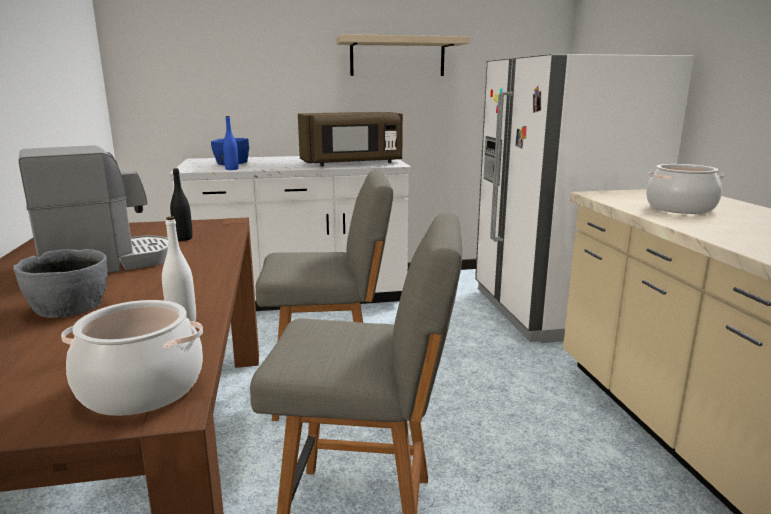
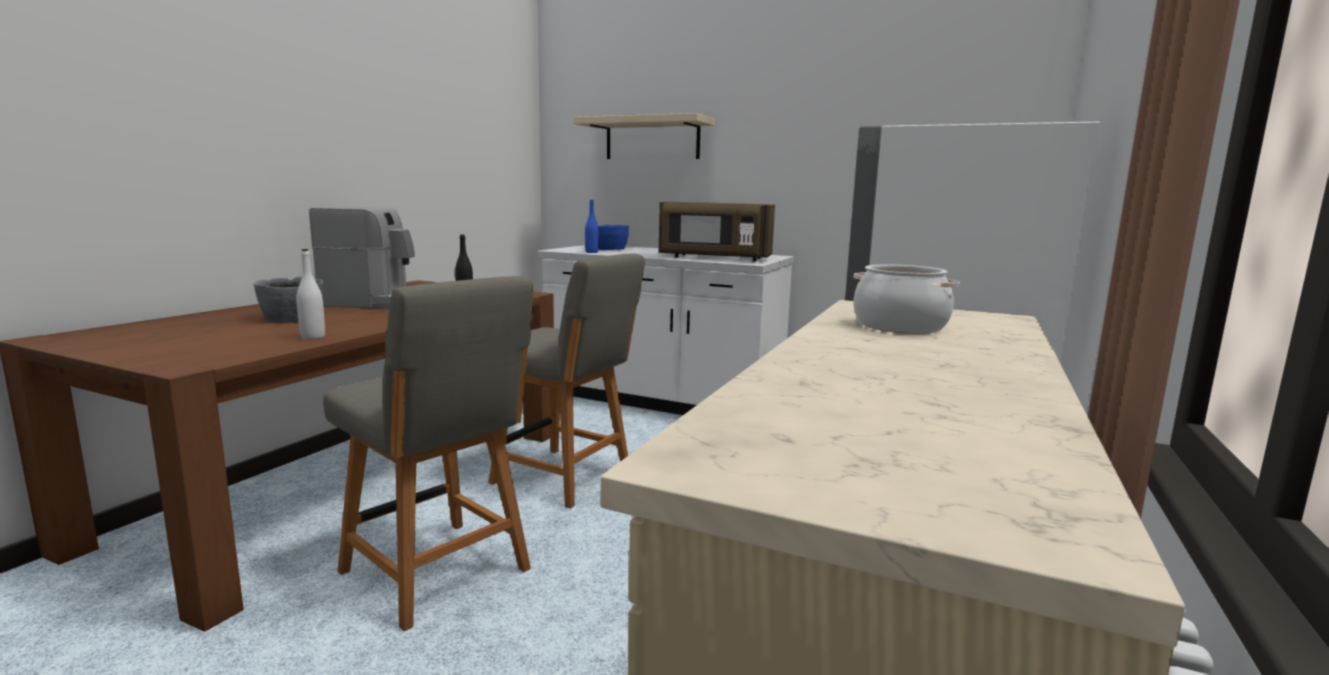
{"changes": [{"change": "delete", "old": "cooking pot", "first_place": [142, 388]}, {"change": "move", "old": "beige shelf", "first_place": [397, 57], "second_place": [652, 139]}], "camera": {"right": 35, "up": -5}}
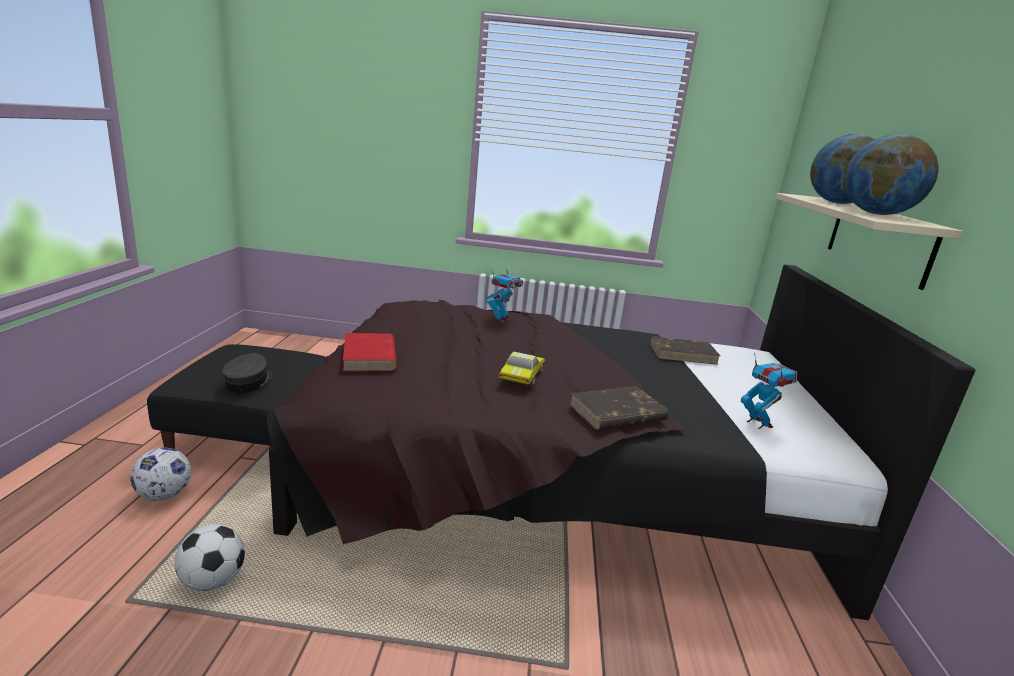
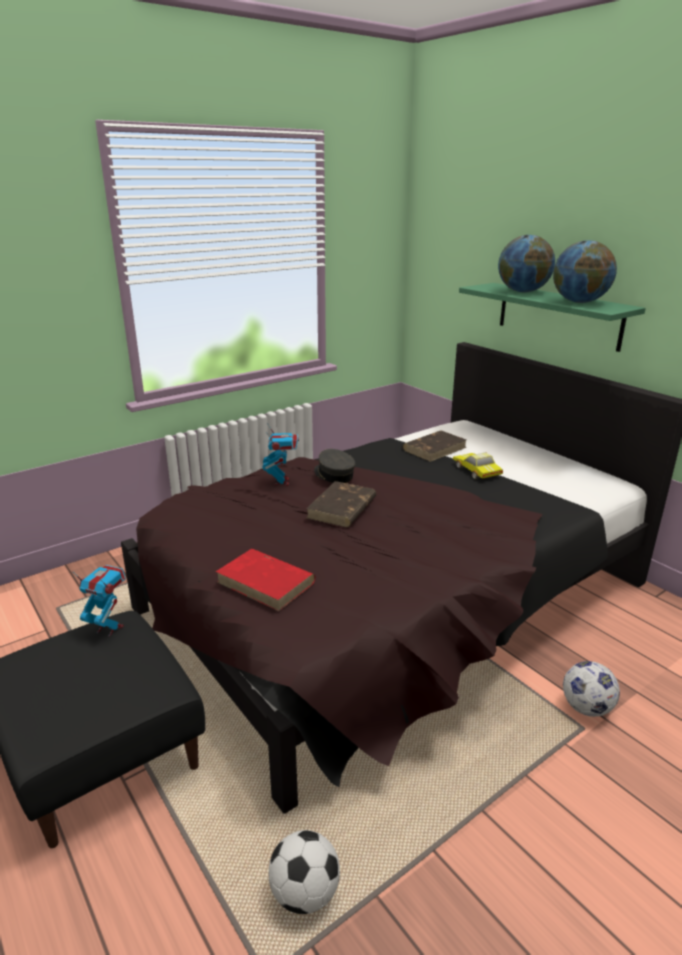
{"changes": [{"change": "move", "old": "football", "first_place": [164, 495], "second_place": [586, 708]}, {"change": "move", "old": "grey cap", "first_place": [249, 382], "second_place": [333, 475]}, {"change": "move", "old": "toy car", "first_place": [520, 375], "second_place": [476, 471]}, {"change": "move", "old": "brown book", "first_place": [616, 413], "second_place": [342, 508]}, {"change": "move", "old": "toy robot", "first_place": [758, 423], "second_place": [109, 628]}, {"change": "recolor", "old": "beige shelf", "new": "green shelf", "first_place": [878, 239], "second_place": [558, 315]}], "camera": {"right": -40, "up": 5}}
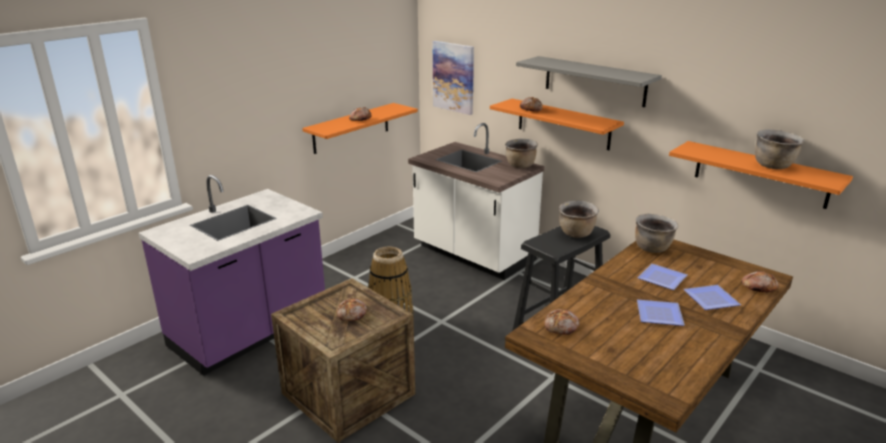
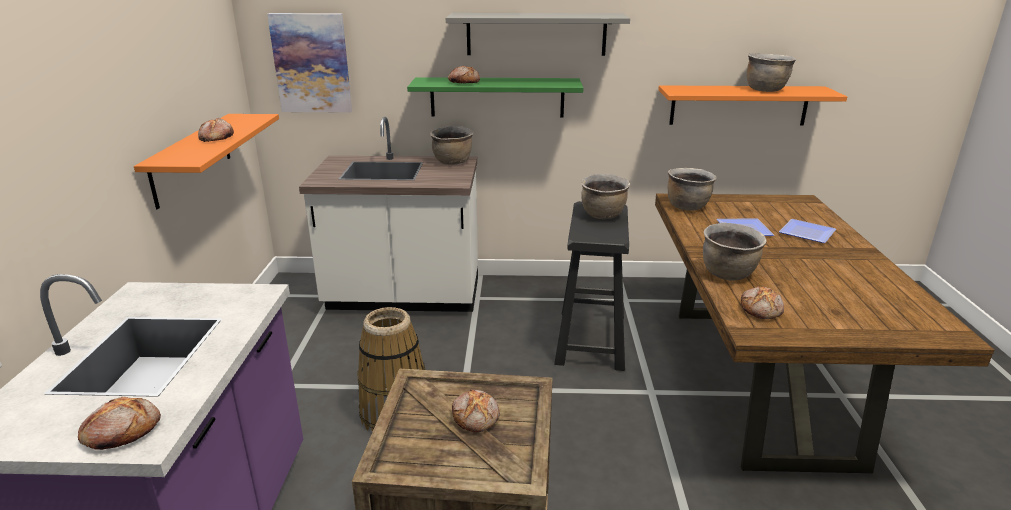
{"changes": [{"change": "recolor", "old": "orange shelf", "new": "green shelf", "first_place": [563, 124], "second_place": [497, 97]}, {"change": "delete", "old": "plate", "first_place": [660, 314]}, {"change": "move", "old": "bread", "first_place": [758, 287], "second_place": [121, 432]}, {"change": "insert", "new": "brown cooking pot", "second_place": [728, 274]}], "camera": {"right": -40, "up": 0}}
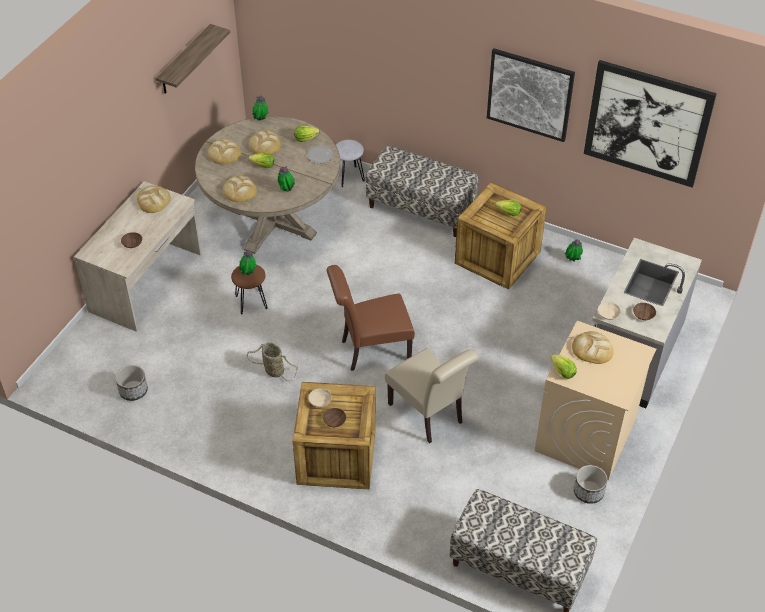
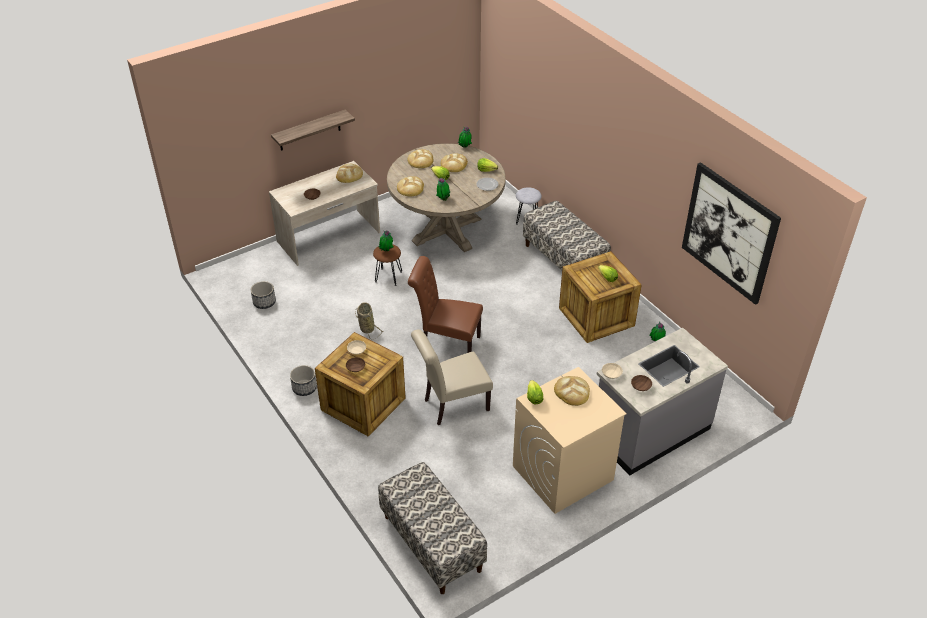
{"changes": [{"change": "move", "old": "shelf", "first_place": [185, 60], "second_place": [309, 130]}, {"change": "rotate", "old": "beige chair", "first_place": [429, 415], "second_place": [452, 405], "degrees": 75}, {"change": "delete", "old": "picture", "first_place": [530, 94]}, {"change": "move", "old": "planter", "first_place": [588, 492], "second_place": [304, 388]}], "camera": {"right": 30, "up": -5}}
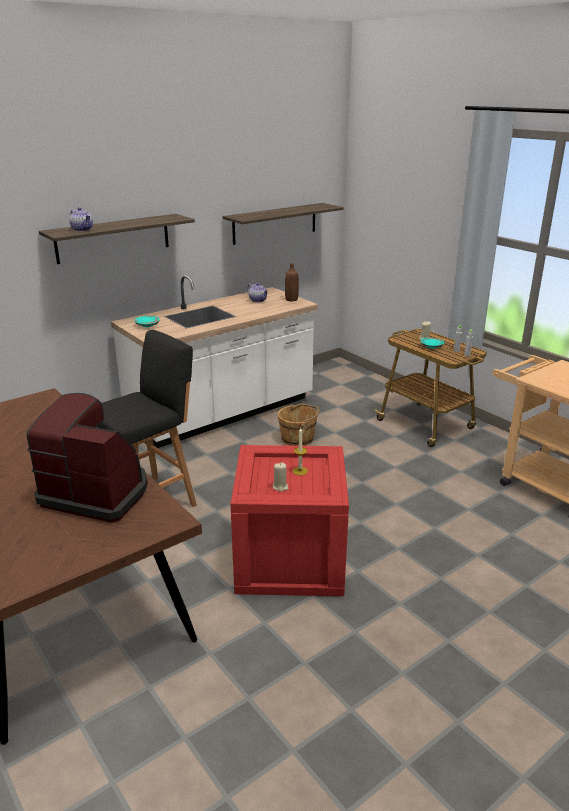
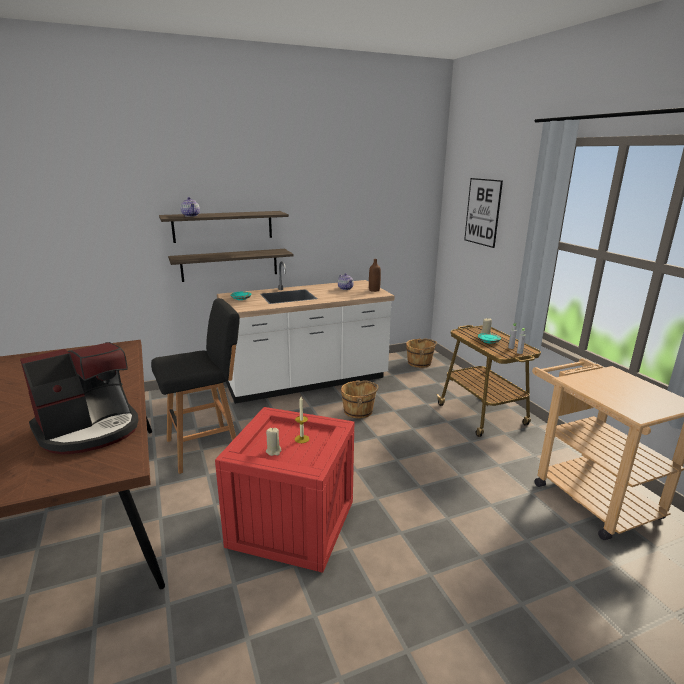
{"changes": [{"change": "rotate", "old": "coffee machine", "first_place": [97, 492], "second_place": [89, 429], "degrees": 105}, {"change": "move", "old": "shelf", "first_place": [275, 223], "second_place": [230, 265]}, {"change": "insert", "new": "brown bucket", "second_place": [420, 363]}, {"change": "insert", "new": "picture", "second_place": [482, 212]}], "camera": {"right": 15, "up": -5}}
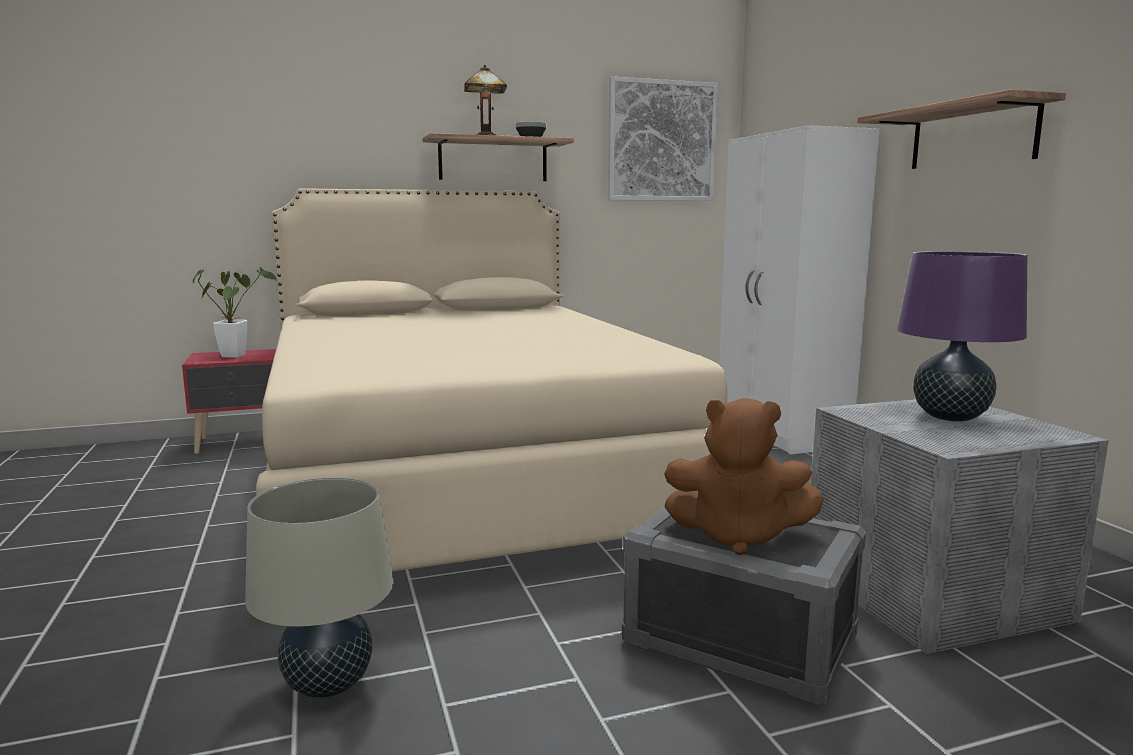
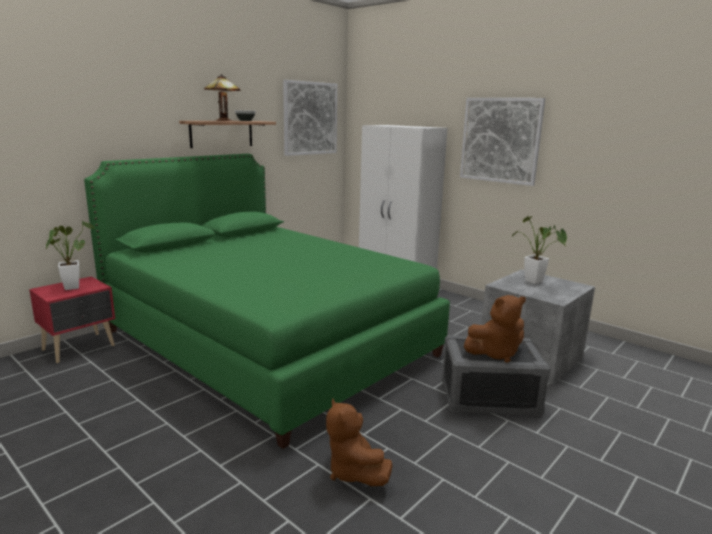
{"changes": [{"change": "replace", "old": "beige table lamp", "new": "brown plush toy", "first_place": [328, 684], "second_place": [353, 472]}, {"change": "recolor", "old": "beige bed", "new": "green bed", "first_place": [464, 477], "second_place": [268, 343]}, {"change": "replace", "old": "shelf", "new": "picture", "first_place": [972, 136], "second_place": [500, 140]}, {"change": "replace", "old": "purple table lamp", "new": "potted plant", "first_place": [950, 417], "second_place": [536, 282]}], "camera": {"right": -30, "up": 5}}
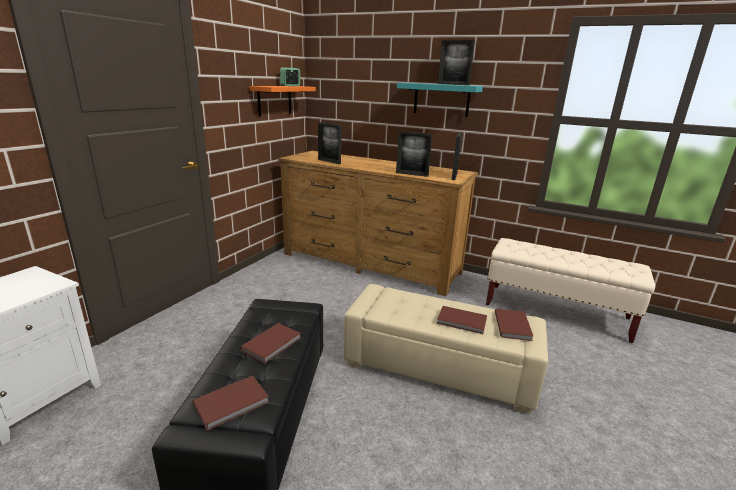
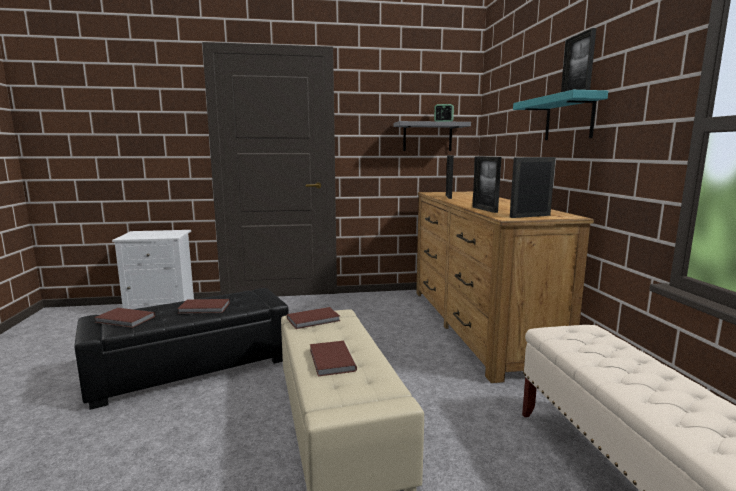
{"changes": [{"change": "recolor", "old": "orange shelf", "new": "grey shelf", "first_place": [274, 100], "second_place": [427, 137]}, {"change": "move", "old": "brown book", "first_place": [513, 326], "second_place": [314, 320]}], "camera": {"right": 55, "up": -10}}
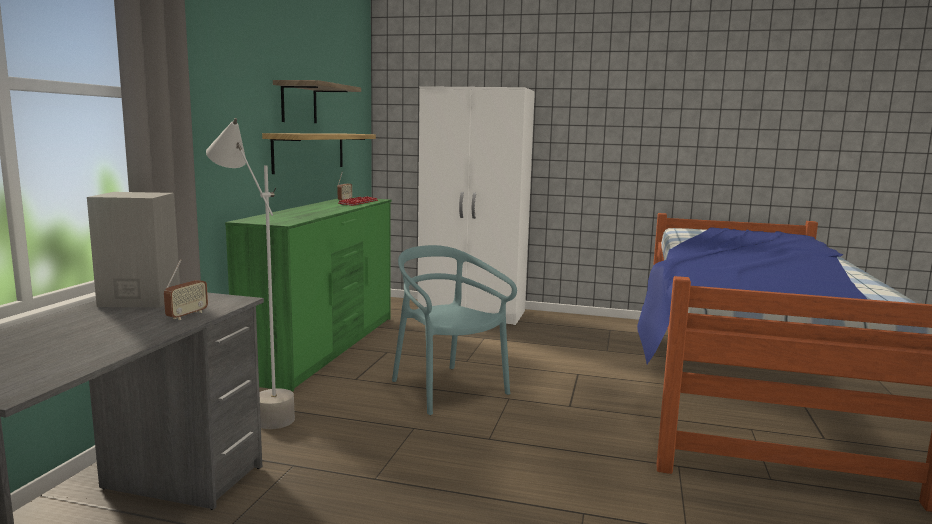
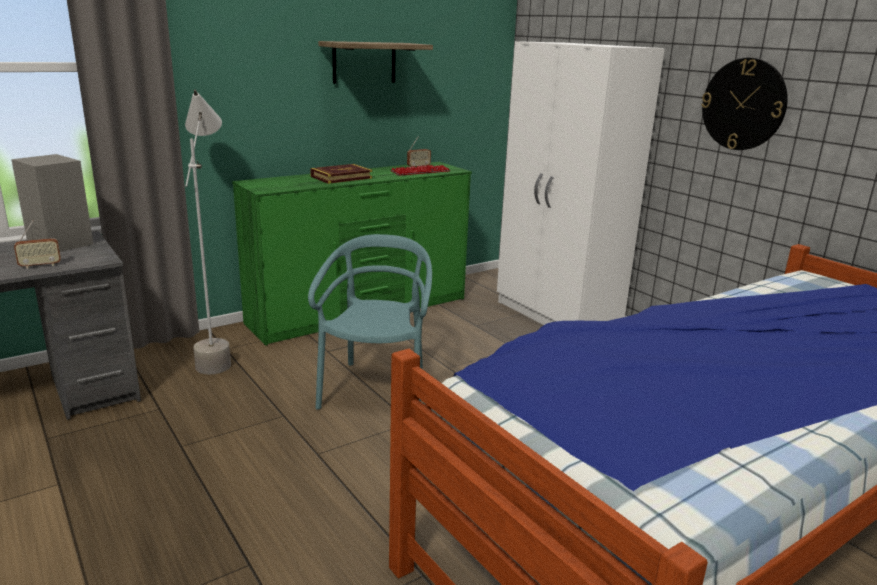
{"changes": [{"change": "delete", "old": "shelf", "first_place": [309, 151]}, {"change": "insert", "new": "book", "second_place": [341, 177]}, {"change": "insert", "new": "wall clock", "second_place": [743, 104]}], "camera": {"right": 40, "up": 10}}
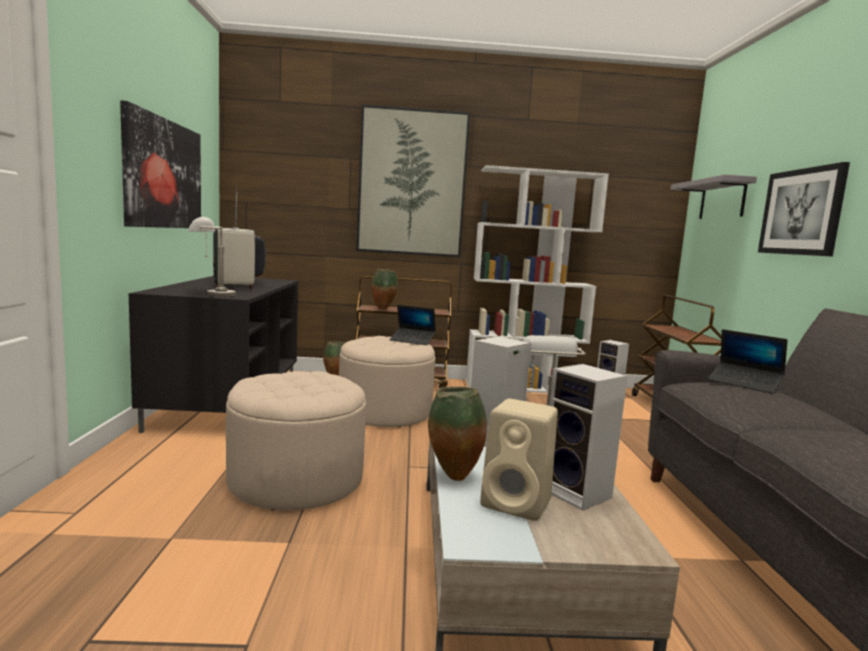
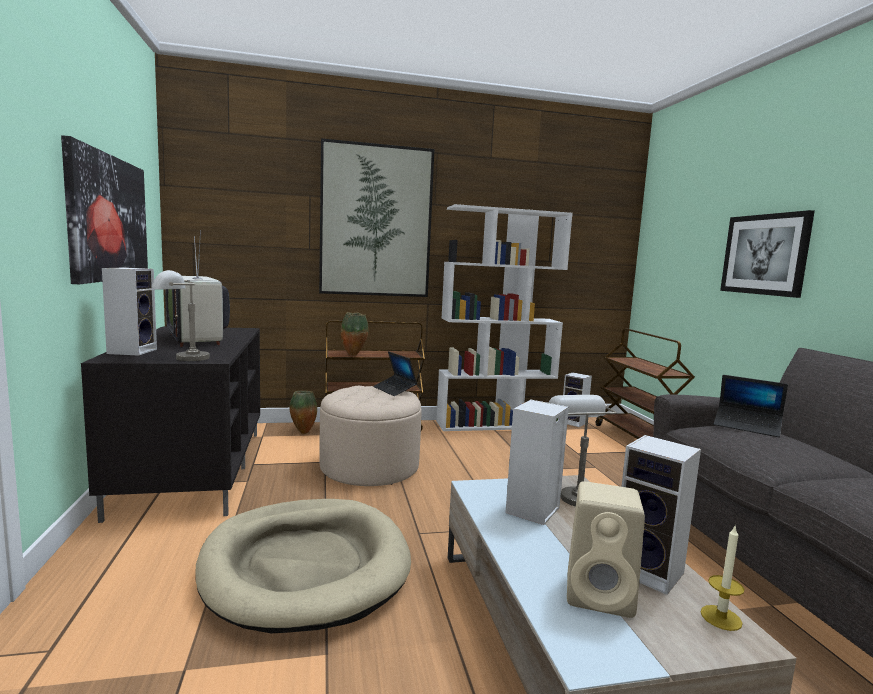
{"changes": [{"change": "replace", "old": "beige ottoman", "new": "beige dog bed", "first_place": [296, 480], "second_place": [305, 566]}, {"change": "rotate", "old": "laptop", "first_place": [412, 340], "second_place": [394, 390], "degrees": 45}, {"change": "delete", "old": "vase", "first_place": [453, 477]}, {"change": "delete", "old": "grey shelf", "first_place": [722, 199]}, {"change": "insert", "new": "speaker", "second_place": [132, 351]}, {"change": "insert", "new": "candle", "second_place": [721, 617]}], "camera": {"right": -10, "up": 0}}
